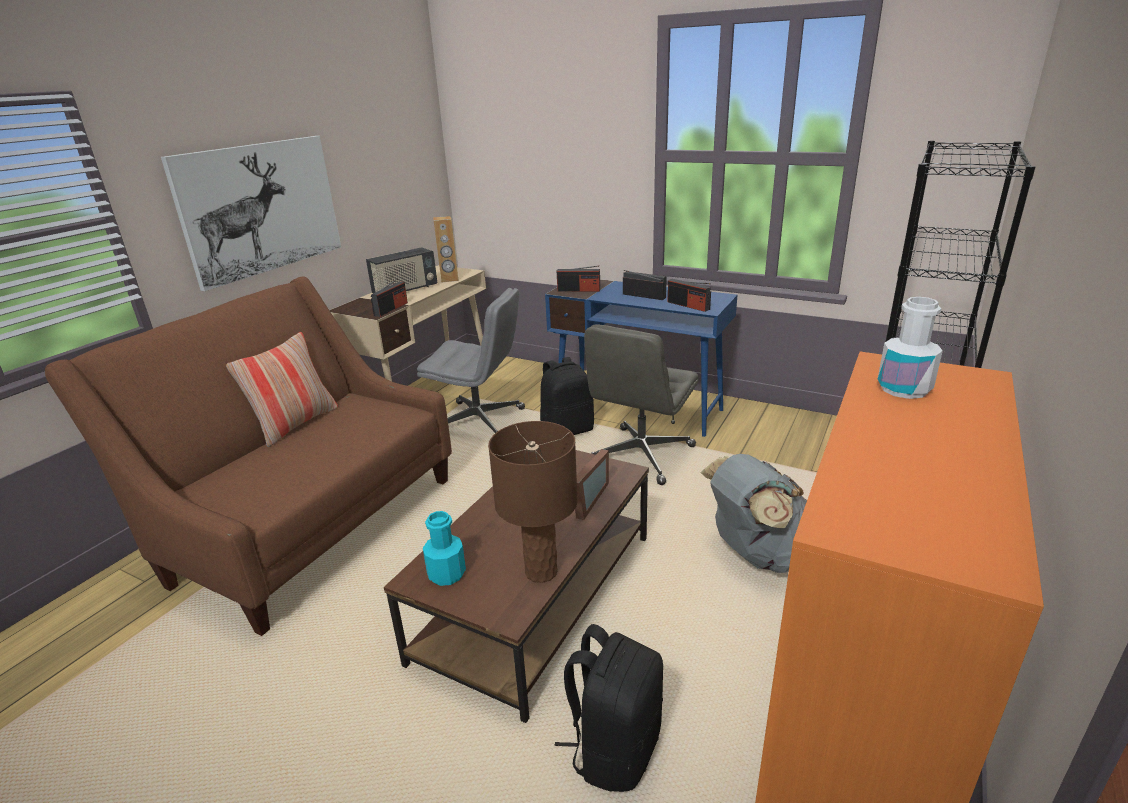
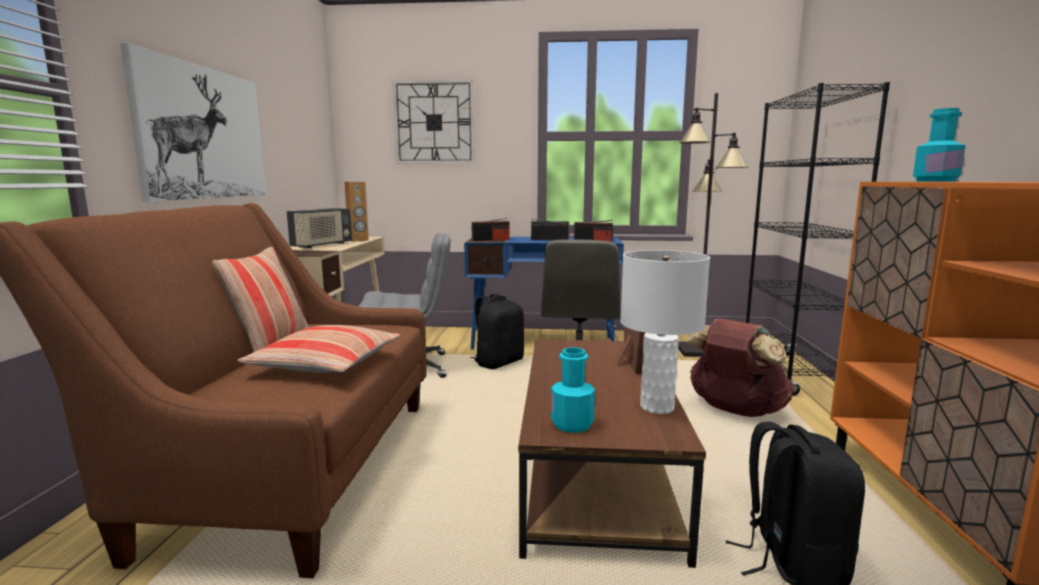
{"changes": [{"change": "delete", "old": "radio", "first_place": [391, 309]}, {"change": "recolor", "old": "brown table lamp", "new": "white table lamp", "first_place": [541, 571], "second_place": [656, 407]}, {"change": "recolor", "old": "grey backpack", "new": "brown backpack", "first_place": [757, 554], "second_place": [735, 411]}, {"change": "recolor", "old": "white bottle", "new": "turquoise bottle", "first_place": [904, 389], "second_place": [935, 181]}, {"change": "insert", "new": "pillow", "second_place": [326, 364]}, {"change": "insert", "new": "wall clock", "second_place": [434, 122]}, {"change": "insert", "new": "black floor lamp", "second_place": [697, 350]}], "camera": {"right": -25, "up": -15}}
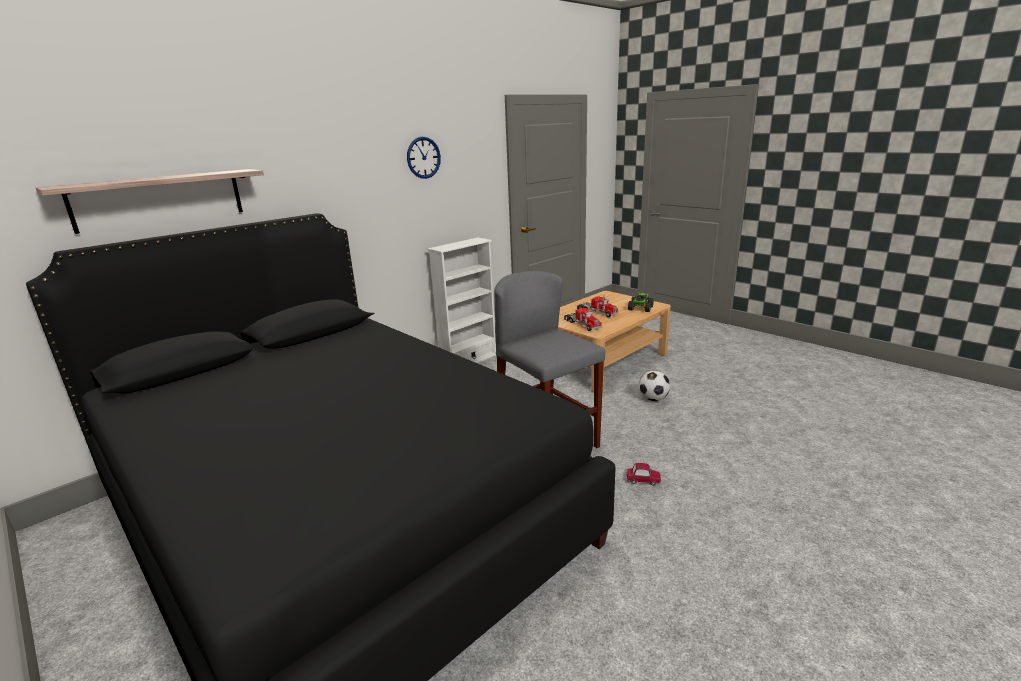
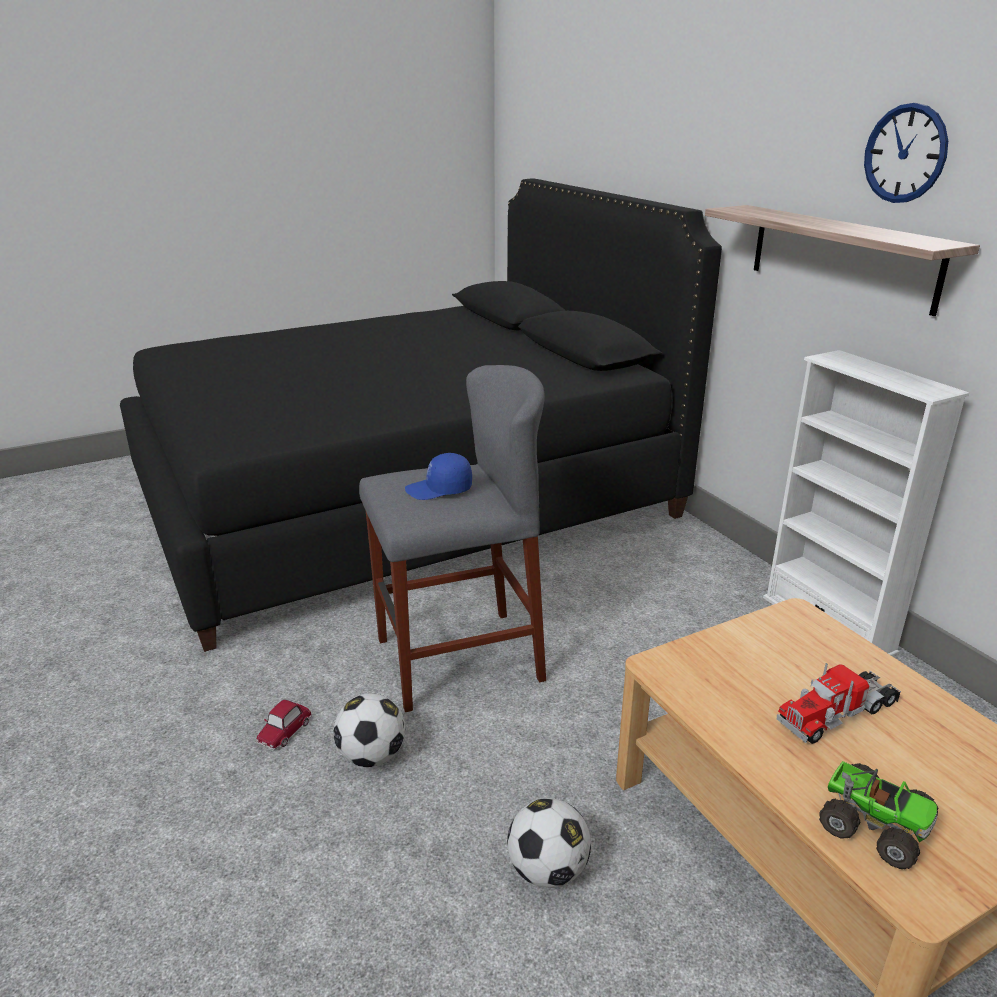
{"changes": [{"change": "move", "old": "shelf", "first_place": [159, 199], "second_place": [841, 257]}, {"change": "delete", "old": "toy truck", "first_place": [582, 324]}, {"change": "insert", "new": "football", "second_place": [372, 756]}, {"change": "insert", "new": "blue cap", "second_place": [439, 490]}], "camera": {"right": 105, "up": 5}}
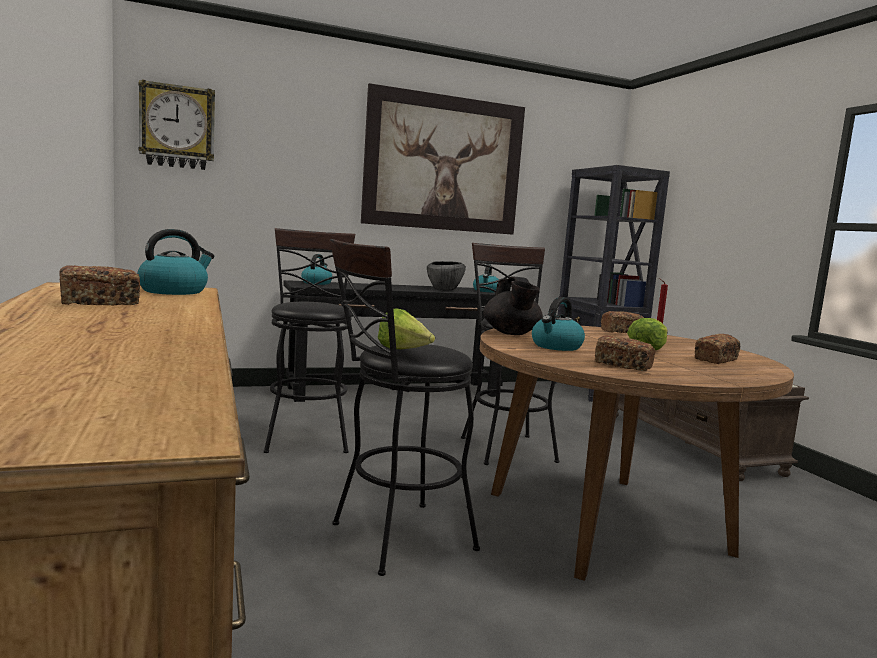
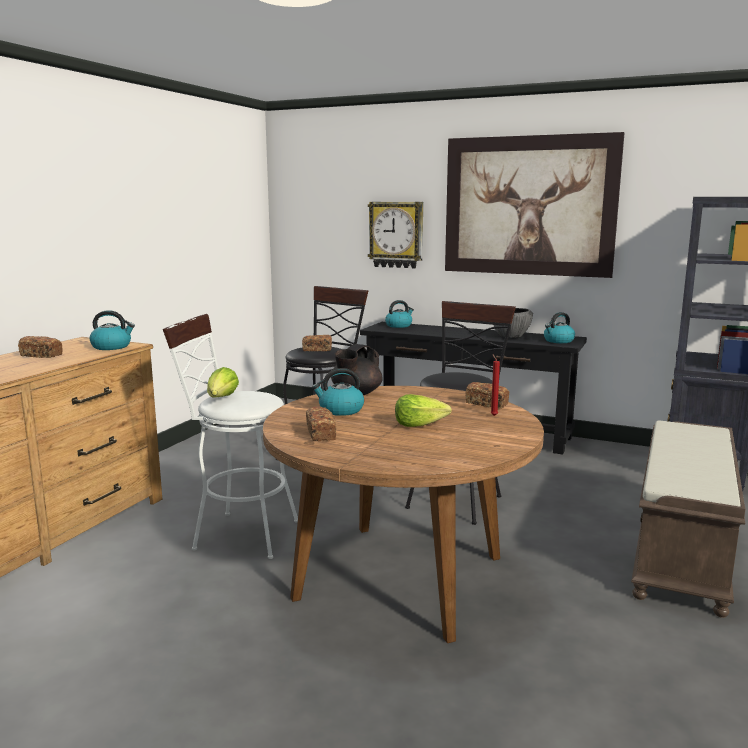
{"changes": [{"change": "move", "old": "wall clock", "first_place": [177, 127], "second_place": [396, 234]}, {"change": "recolor", "old": "black stool", "new": "white stool", "first_place": [392, 539], "second_place": [238, 534]}, {"change": "move", "old": "bread", "first_place": [716, 360], "second_place": [317, 350]}], "camera": {"right": 45, "up": 5}}
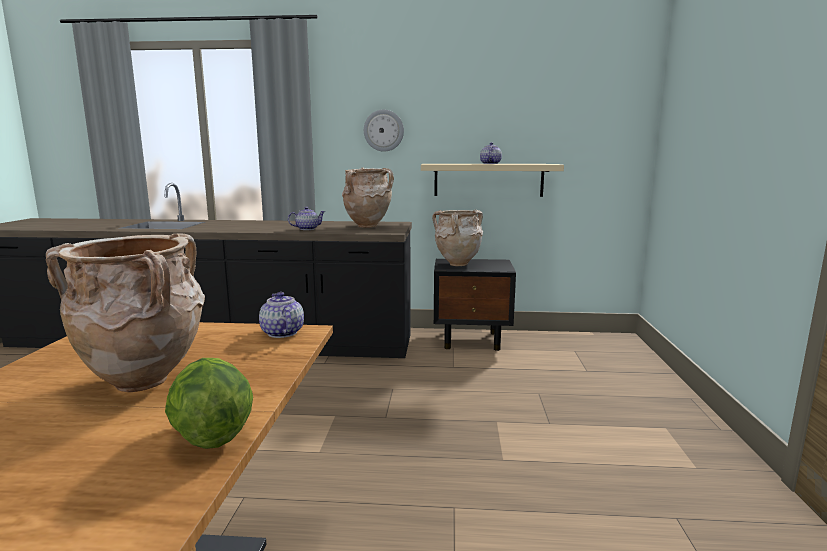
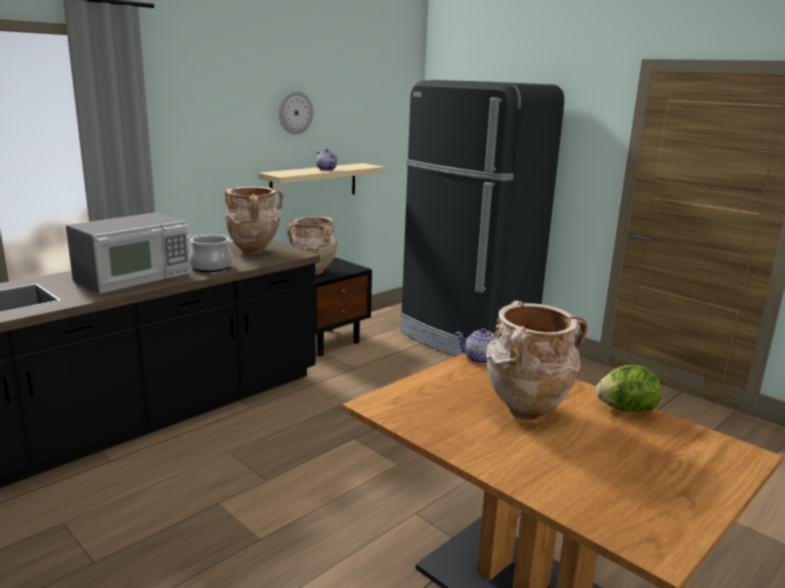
{"changes": [{"change": "replace", "old": "teapot", "new": "cooking pot", "first_place": [307, 229], "second_place": [211, 267]}, {"change": "move", "old": "wall clock", "first_place": [383, 130], "second_place": [295, 112]}, {"change": "insert", "new": "microwave", "second_place": [134, 277]}, {"change": "insert", "new": "black fridge", "second_place": [466, 338]}], "camera": {"right": -50, "up": 5}}
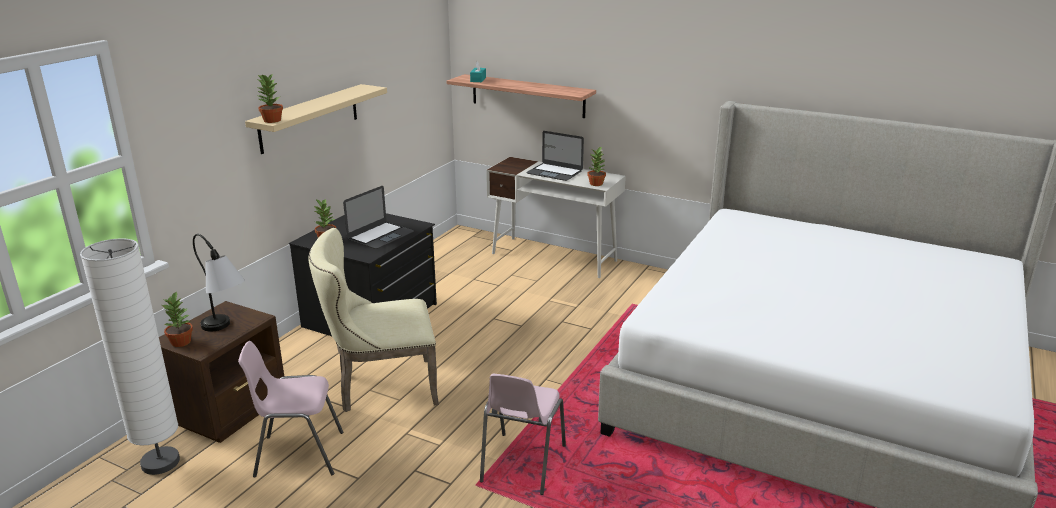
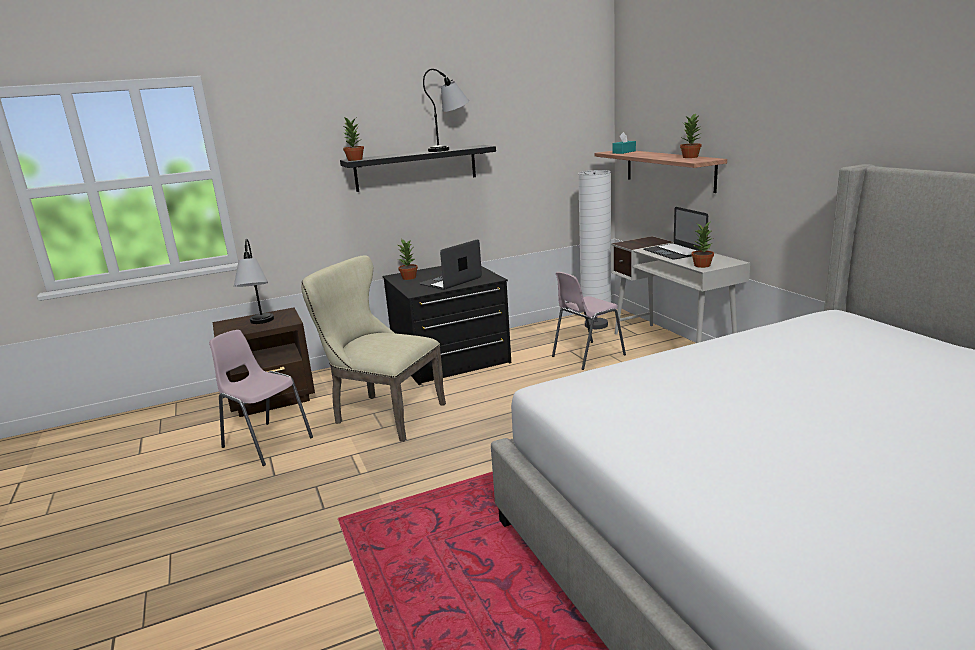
{"changes": [{"change": "move", "old": "white floor lamp", "first_place": [160, 463], "second_place": [596, 325]}, {"change": "move", "old": "potted plant", "first_place": [181, 342], "second_place": [690, 157]}, {"change": "recolor", "old": "beige shelf", "new": "black shelf", "first_place": [309, 118], "second_place": [416, 168]}, {"change": "rotate", "old": "laptop", "first_place": [380, 235], "second_place": [450, 281], "degrees": 150}, {"change": "move", "old": "pink chair", "first_place": [521, 464], "second_place": [587, 356]}, {"change": "insert", "new": "table lamp", "second_place": [451, 149]}], "camera": {"right": 40, "up": -5}}
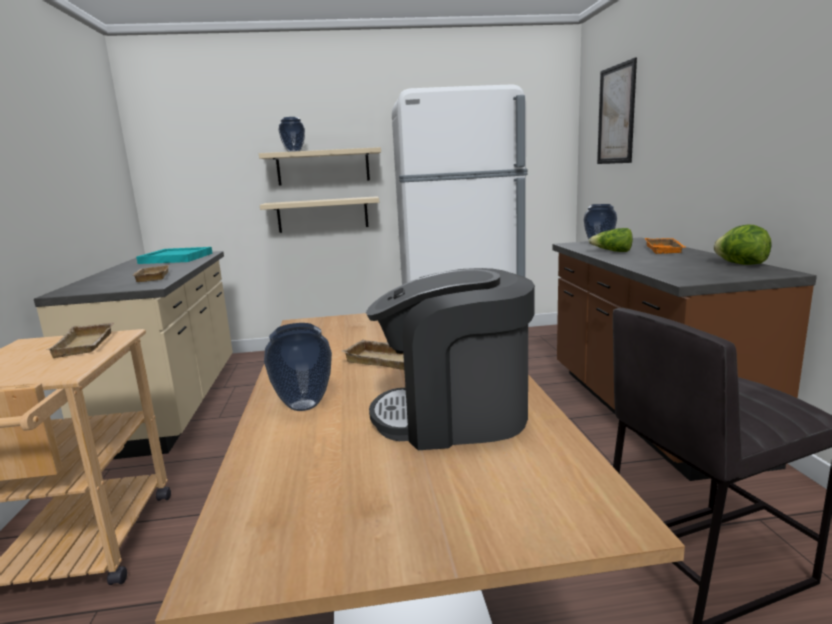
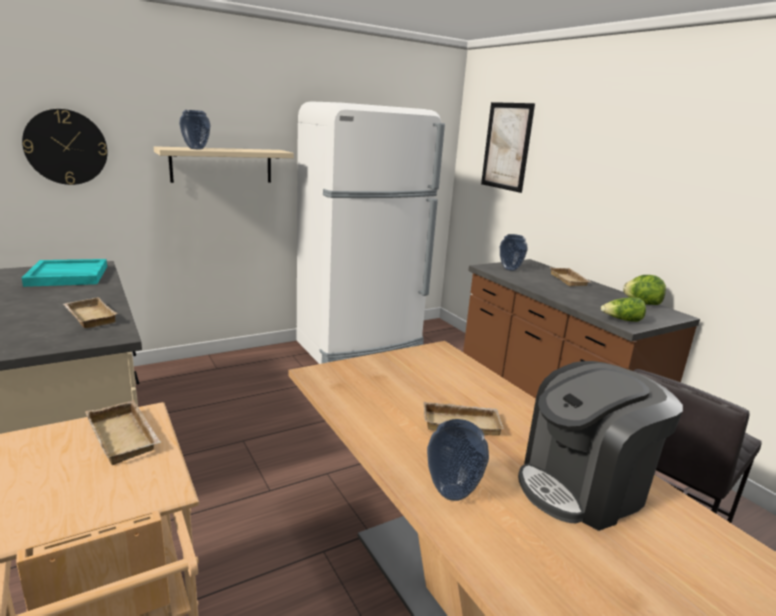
{"changes": [{"change": "delete", "old": "beige shelf", "first_place": [322, 214]}, {"change": "move", "old": "lettuce", "first_place": [612, 251], "second_place": [622, 320]}, {"change": "recolor", "old": "orange tray", "new": "beige tray", "first_place": [665, 250], "second_place": [570, 280]}, {"change": "insert", "new": "wall clock", "second_place": [66, 147]}], "camera": {"right": -25, "up": 5}}
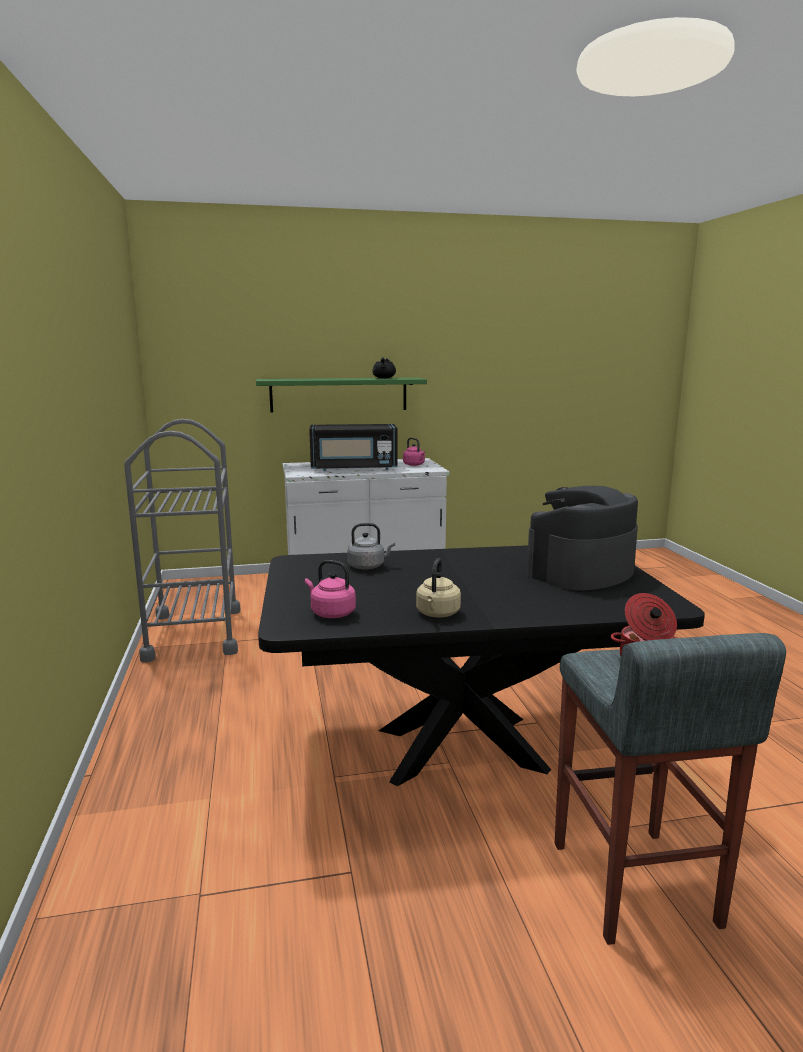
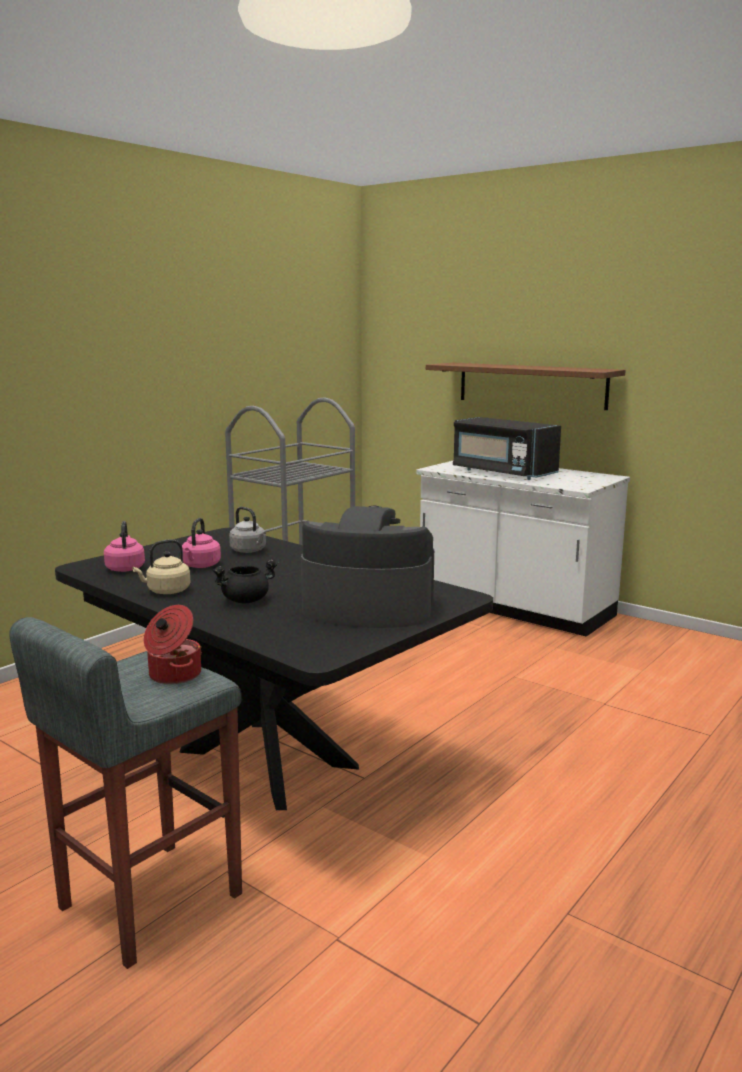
{"changes": [{"change": "recolor", "old": "green shelf", "new": "brown shelf", "first_place": [339, 394], "second_place": [531, 385]}, {"change": "move", "old": "black cooking pot", "first_place": [384, 378], "second_place": [246, 600]}, {"change": "move", "old": "pink kettle", "first_place": [414, 465], "second_place": [200, 566]}], "camera": {"right": 50, "up": 0}}
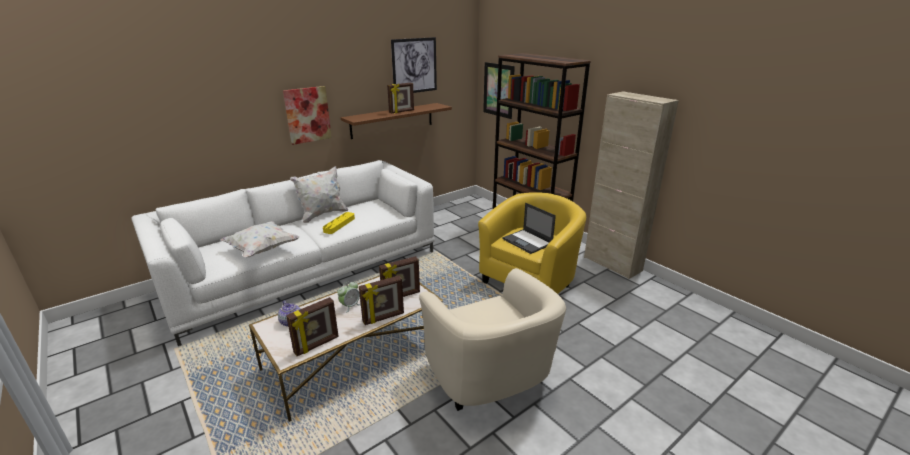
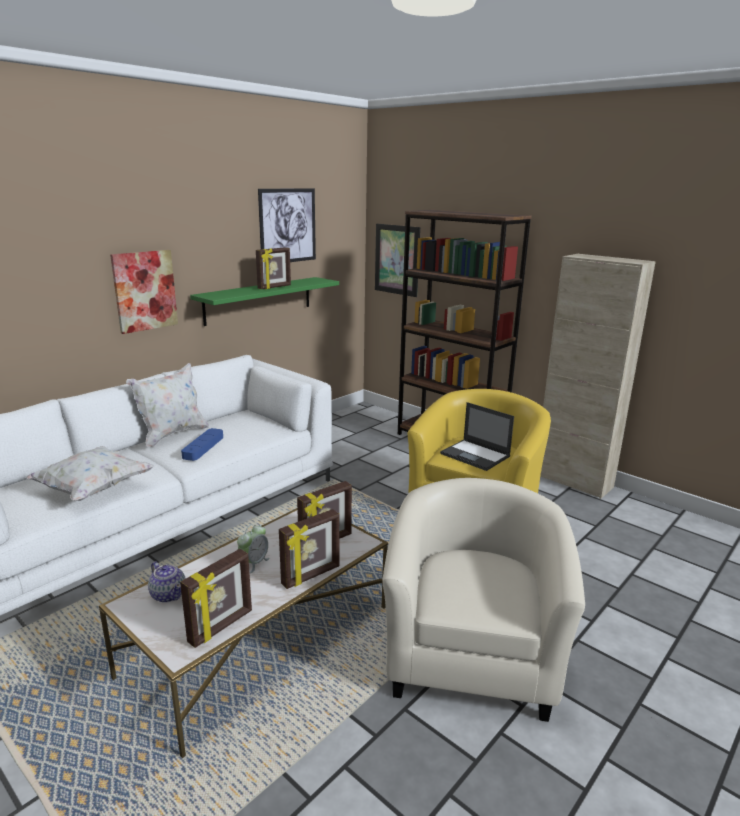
{"changes": [{"change": "recolor", "old": "yellow tray", "new": "blue tray", "first_place": [339, 225], "second_place": [203, 447]}, {"change": "recolor", "old": "brown shelf", "new": "green shelf", "first_place": [392, 120], "second_place": [259, 300]}, {"change": "rotate", "old": "beige armchair", "first_place": [491, 380], "second_place": [471, 655], "degrees": -135}], "camera": {"right": -10, "up": -5}}
